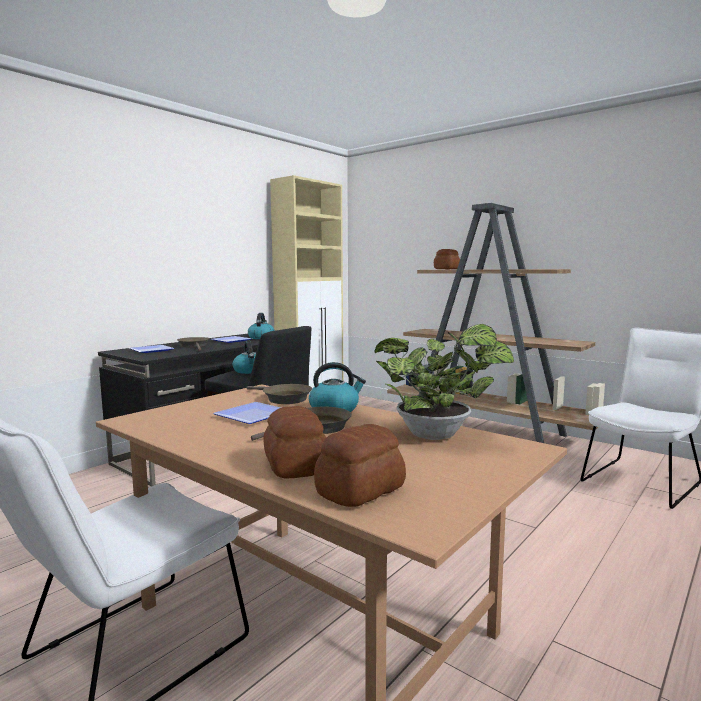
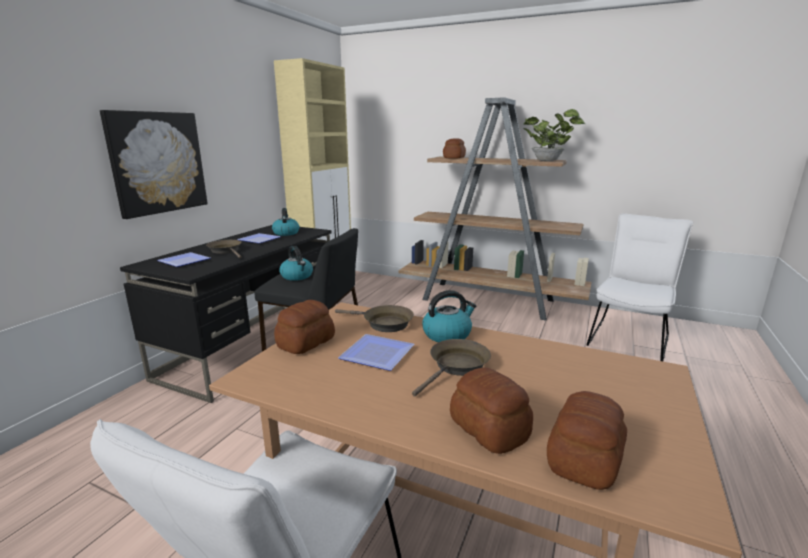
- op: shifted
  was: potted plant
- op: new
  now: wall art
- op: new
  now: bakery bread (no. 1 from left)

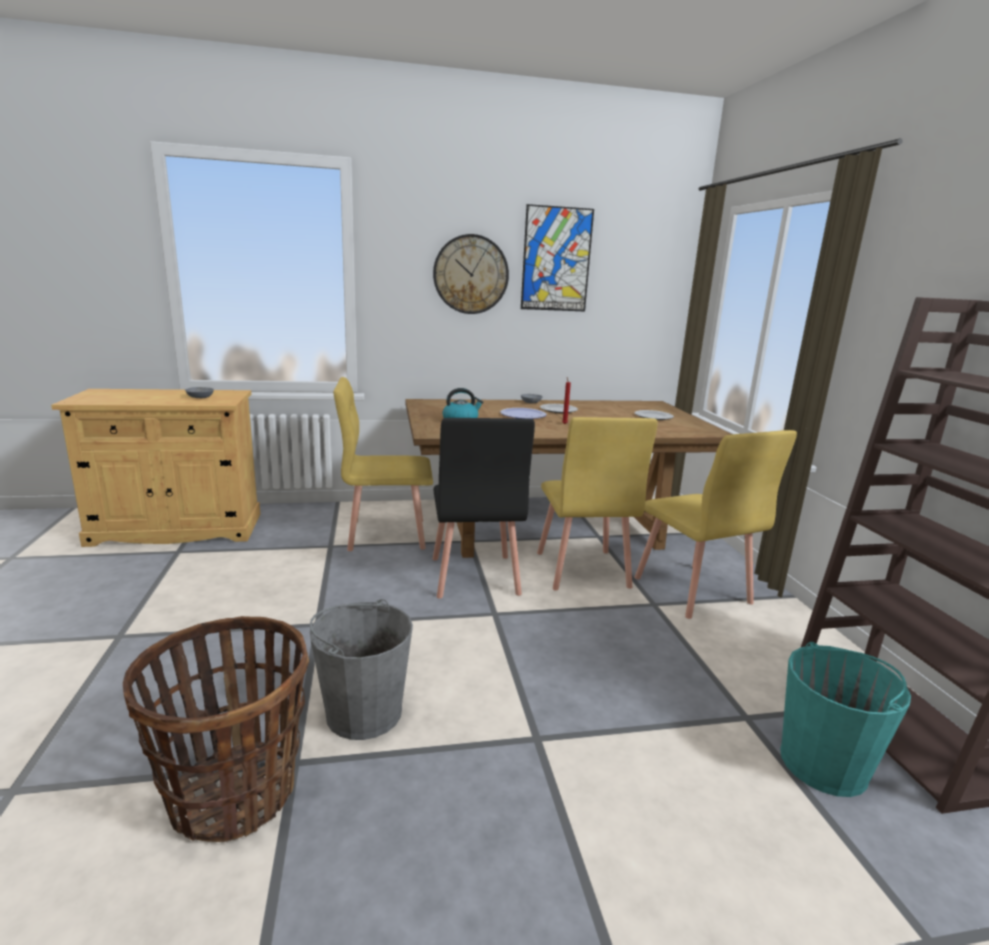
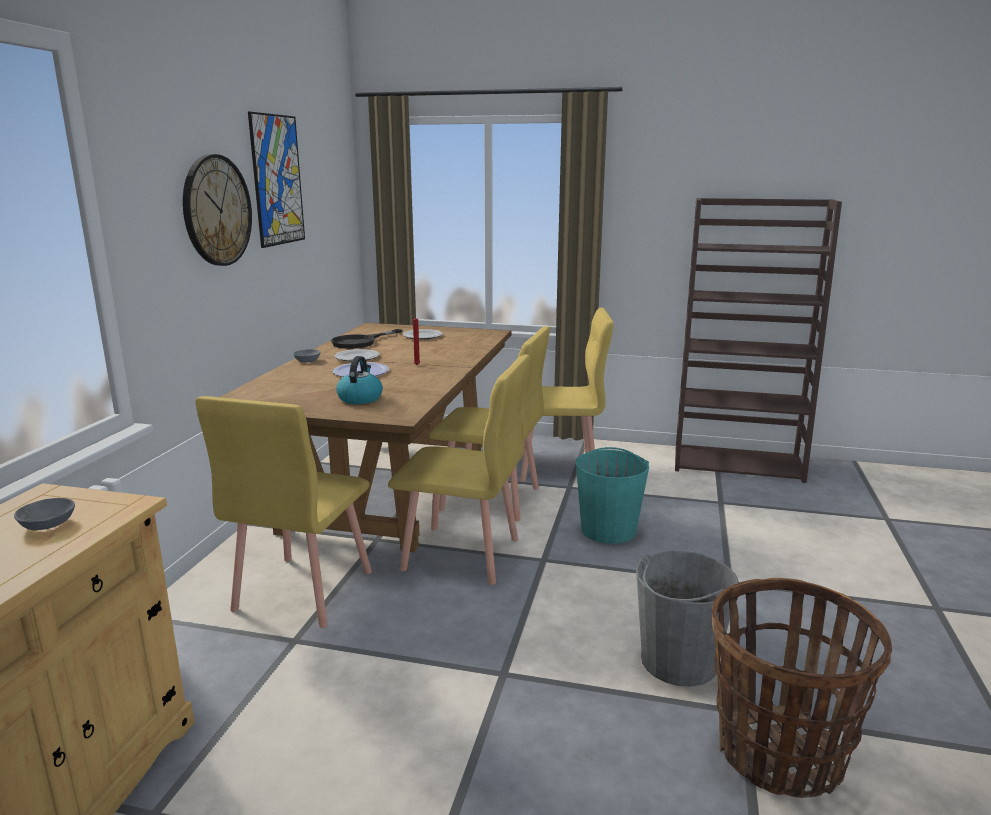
- op: repainted
  was: blackish chair
  now: yellowish chair (no. 2 from left)
- op: shifted
  was: turquoise-coloured bucket
- op: new
  now: blackish pan

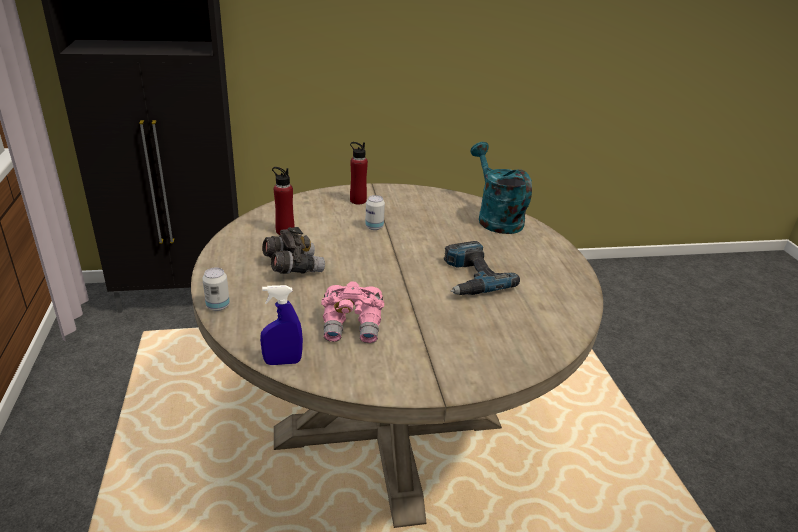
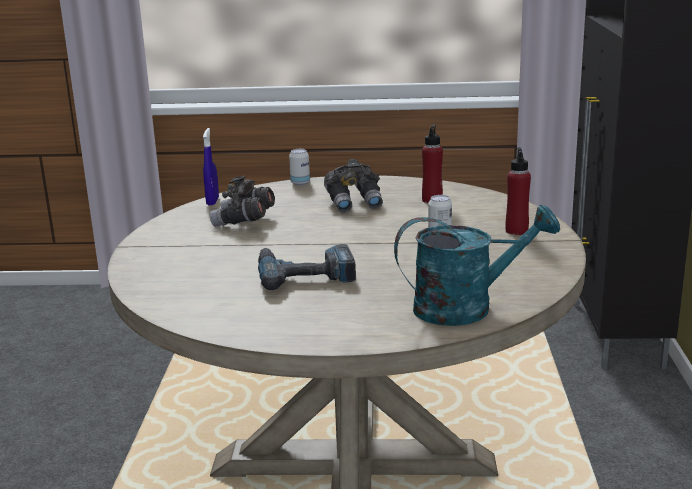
- op: repainted
  was: pink field glasses
  now: grey field glasses (no. 1 from left)

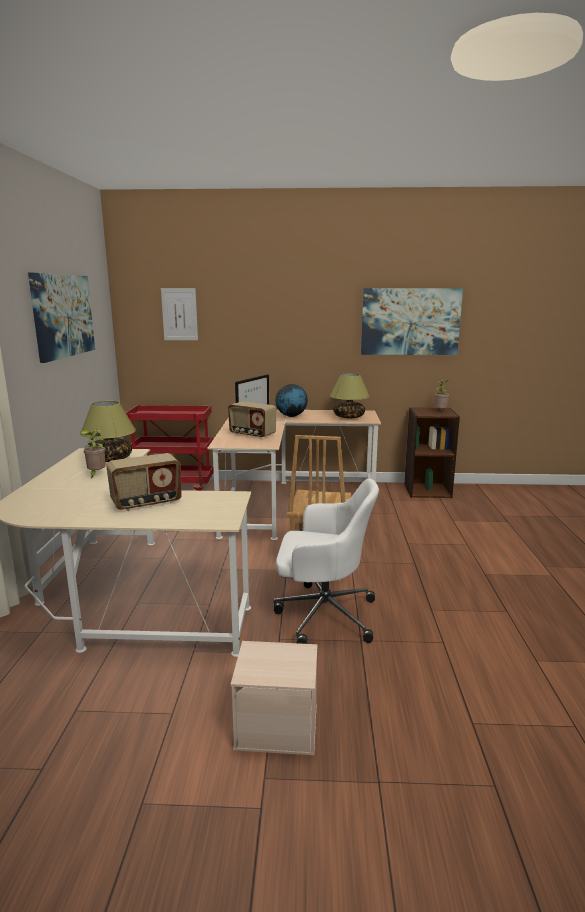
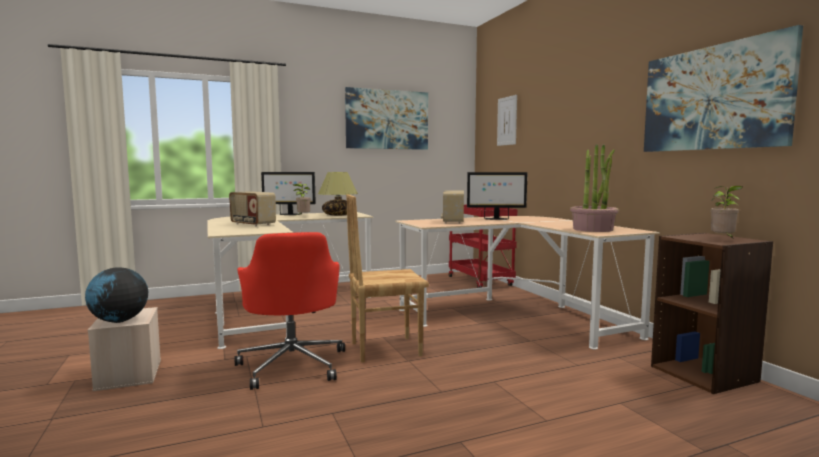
- op: swapped
  was: table lamp (no. 2 from left)
  now: potted plant (no. 2 from left)
- op: shifted
  was: desk globe
- op: repainted
  was: white-coloured computer chair
  now: reddish computer chair
- op: new
  now: computer screen (no. 1 from left)

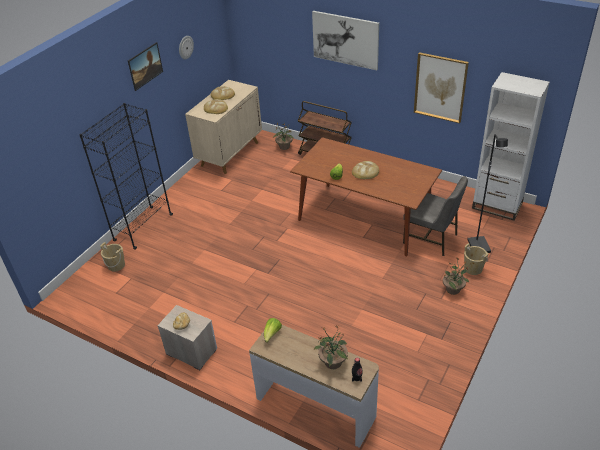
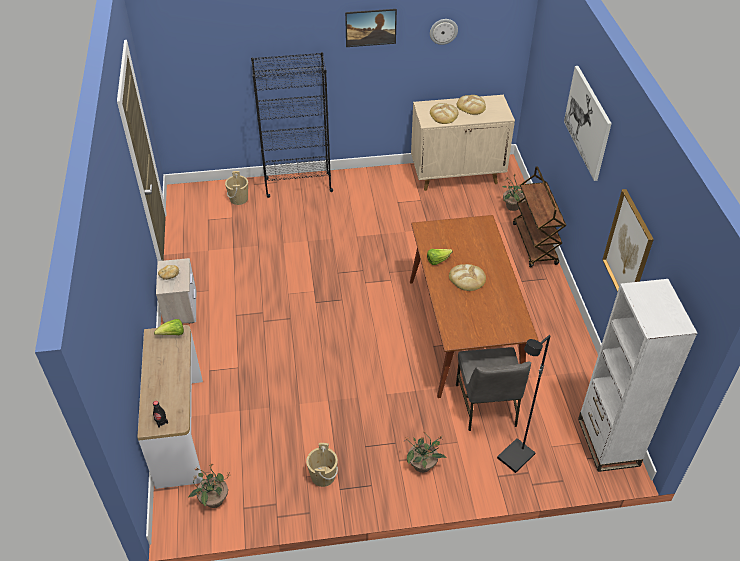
- op: shifted
  was: beige bucket (no. 2 from left)
- op: shifted
  was: potted plant (no. 2 from left in the first image)
  now: potted plant (no. 1 from left)

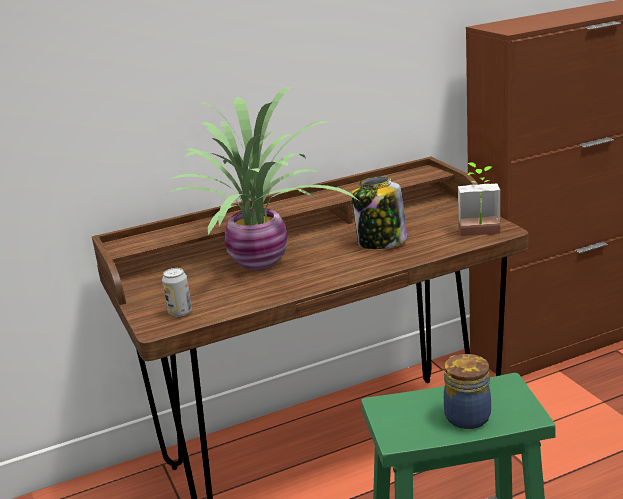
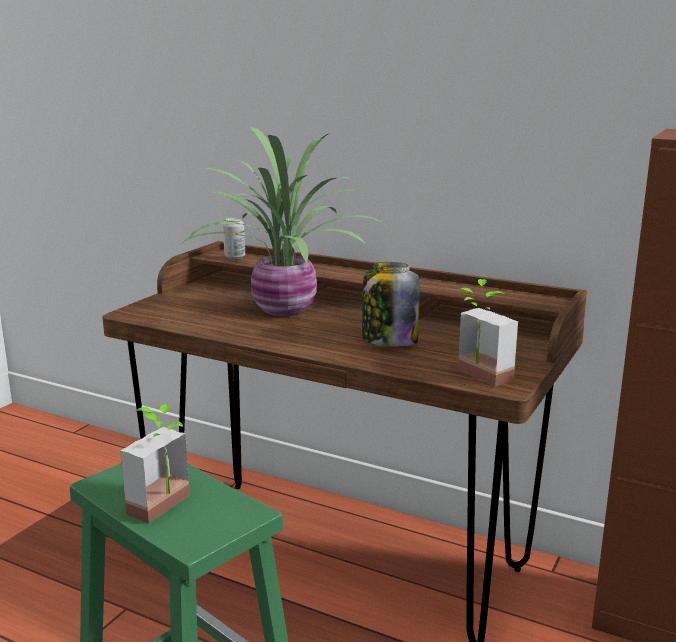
- op: shifted
  was: metal can
- op: swapped
  was: preserve jar (no. 2 from left)
  now: potted plant (no. 1 from left)

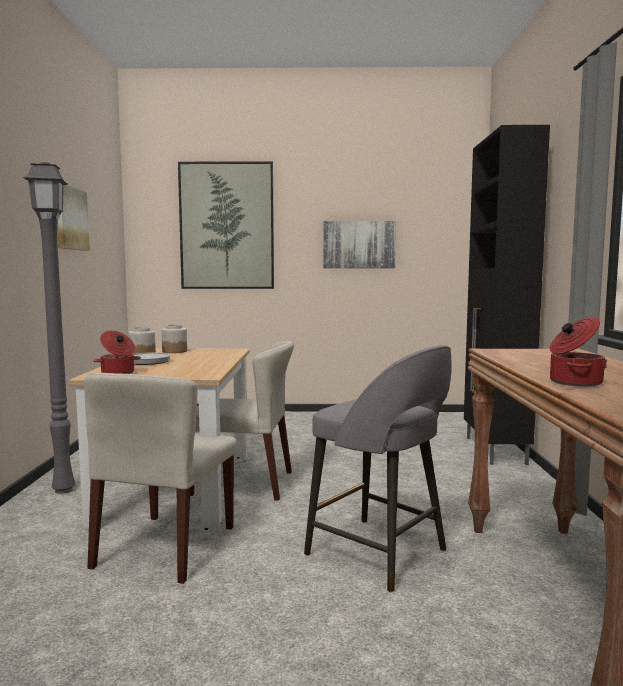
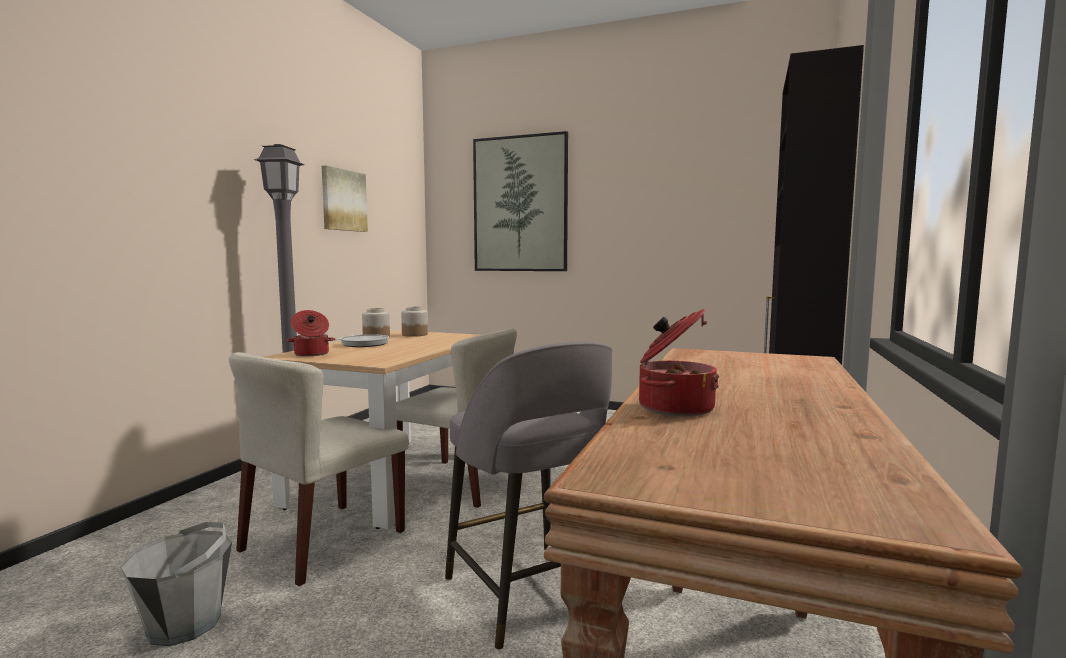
- op: gone
  was: wall art (no. 3 from left)
- op: new
  now: grey bucket

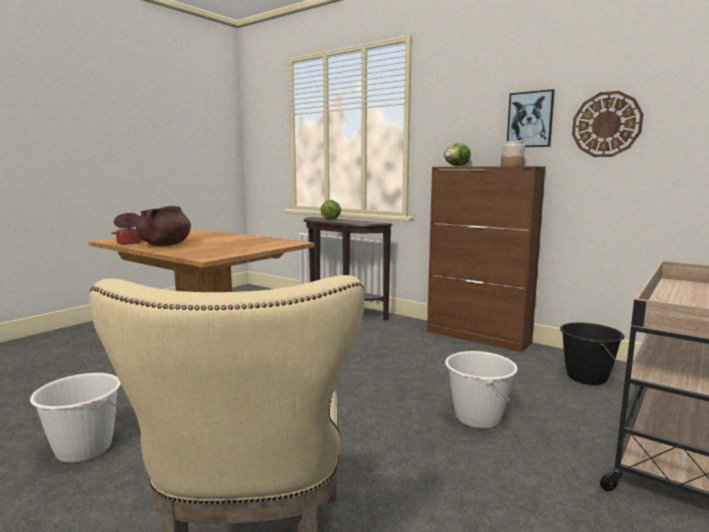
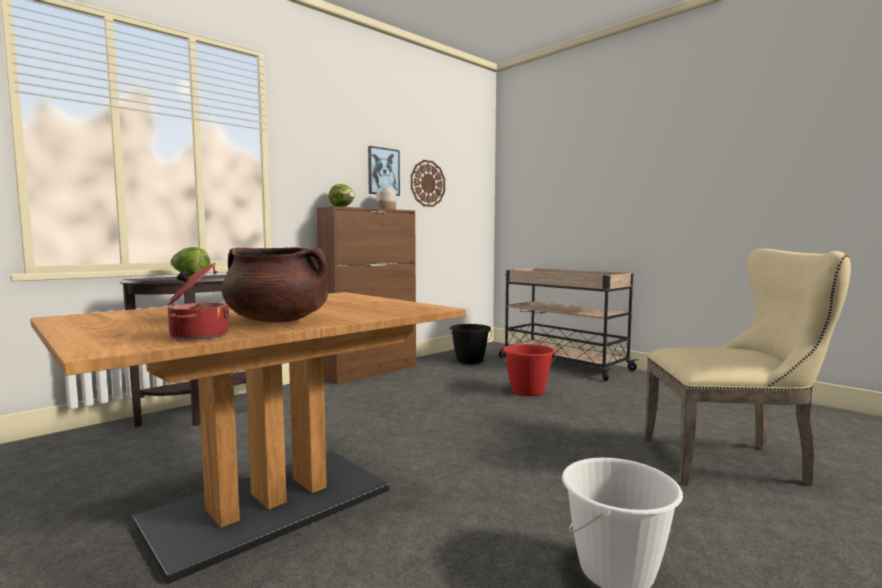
- op: repainted
  was: white-coloured bucket (no. 2 from left)
  now: reddish bucket

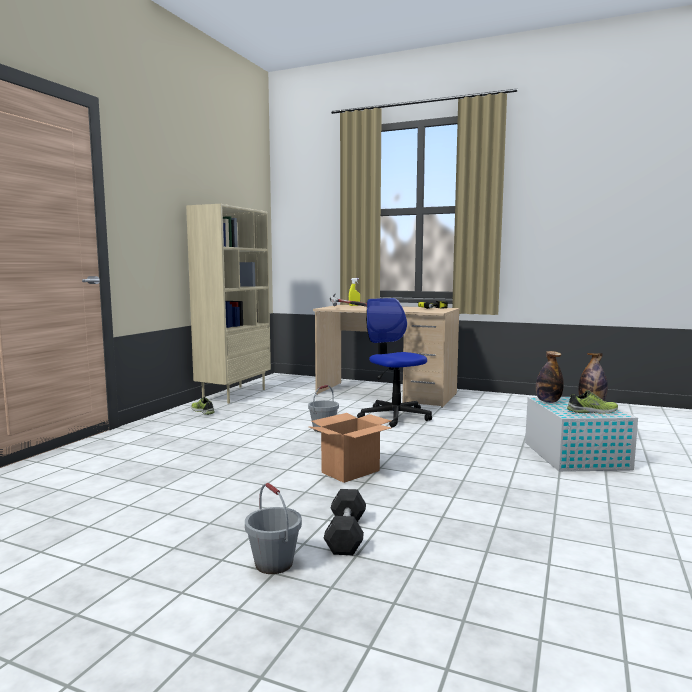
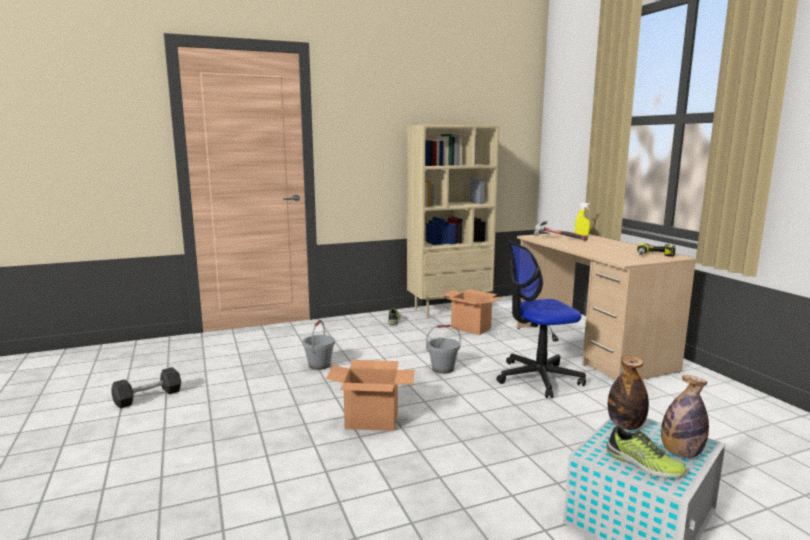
- op: rotated
  was: computer chair
  clockwise: -120
- op: shifted
  was: grey bucket (no. 1 from left)
- op: shifted
  was: blackish free weight
- op: new
  now: carton (no. 2 from left)

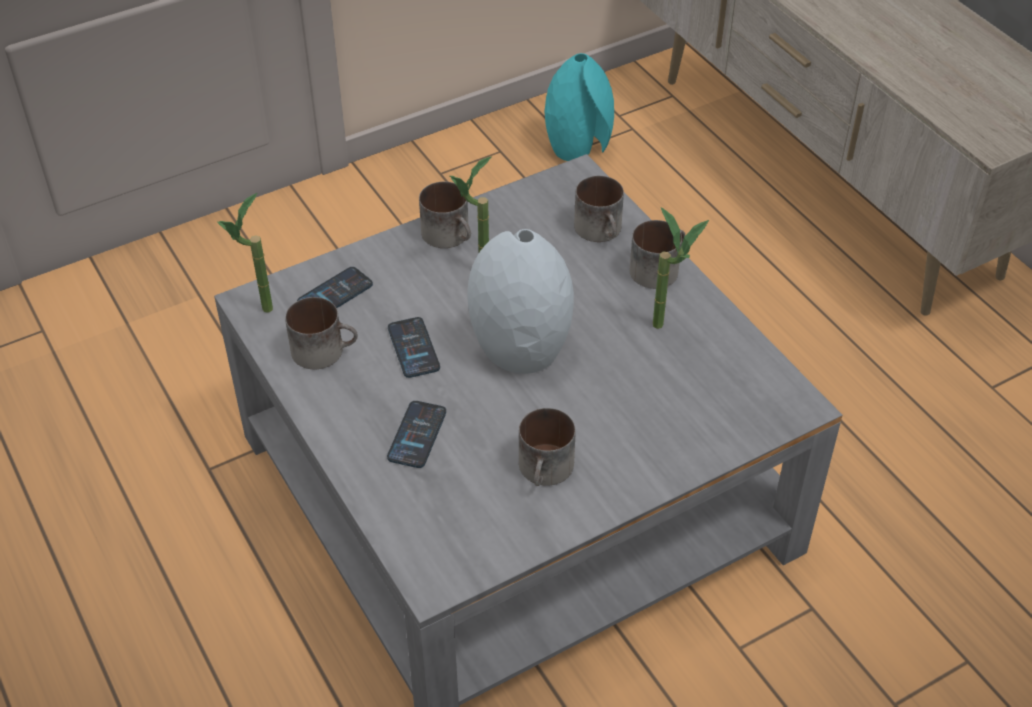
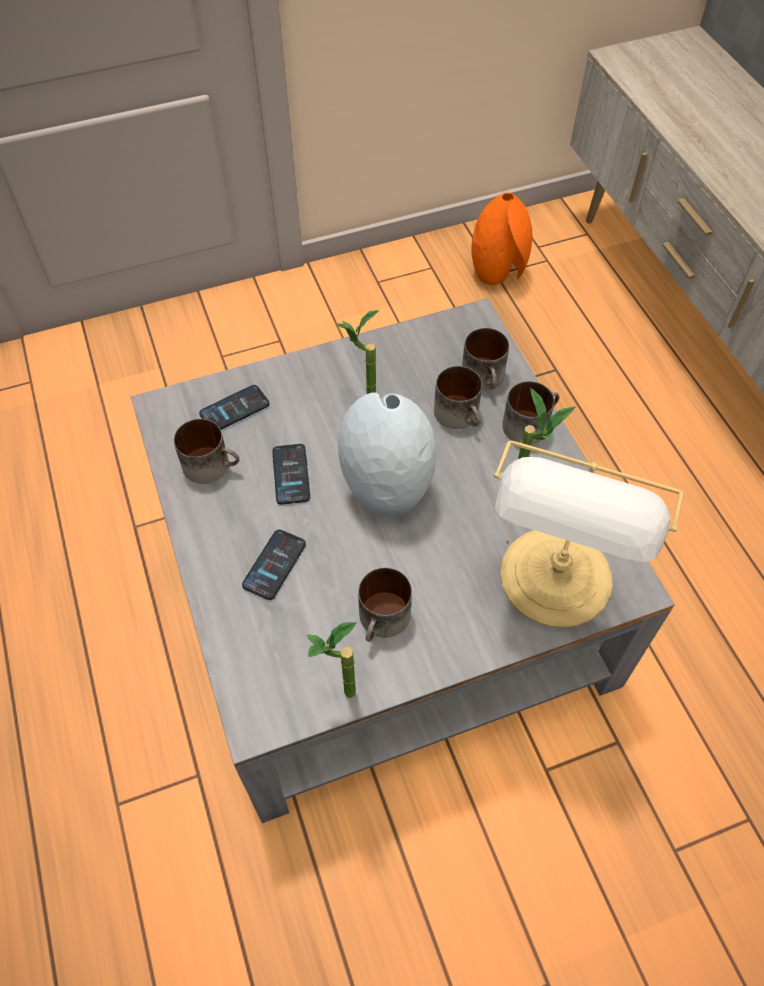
- op: repainted
  was: turquoise-coloured vase
  now: orange vase
- op: shifted
  was: mug (no. 2 from left in the first image)
  now: mug (no. 3 from left)
- op: shifted
  was: potted plant (no. 1 from left)
- op: new
  now: table lamp

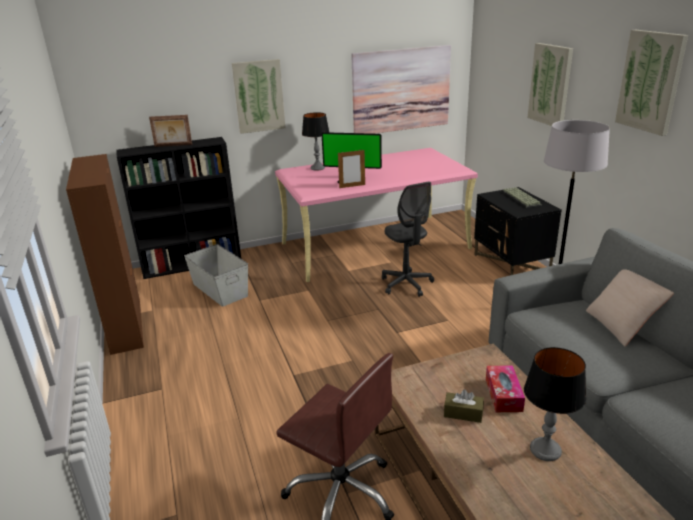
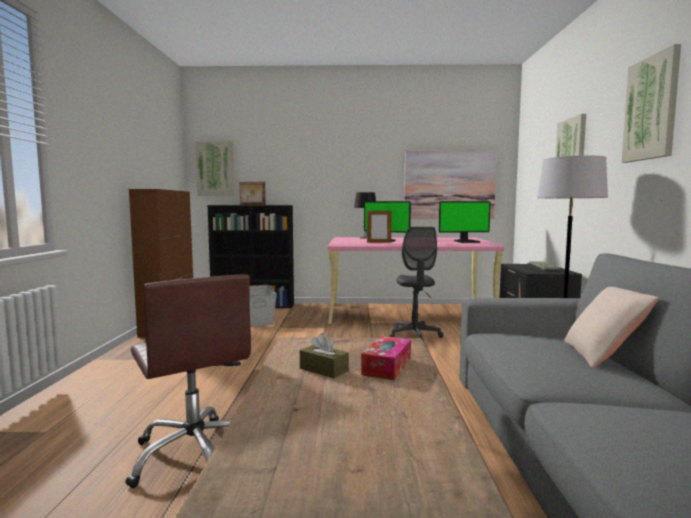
- op: shifted
  was: wall art (no. 1 from left)
- op: gone
  was: table lamp (no. 2 from left)
- op: new
  now: computer screen (no. 2 from left)

